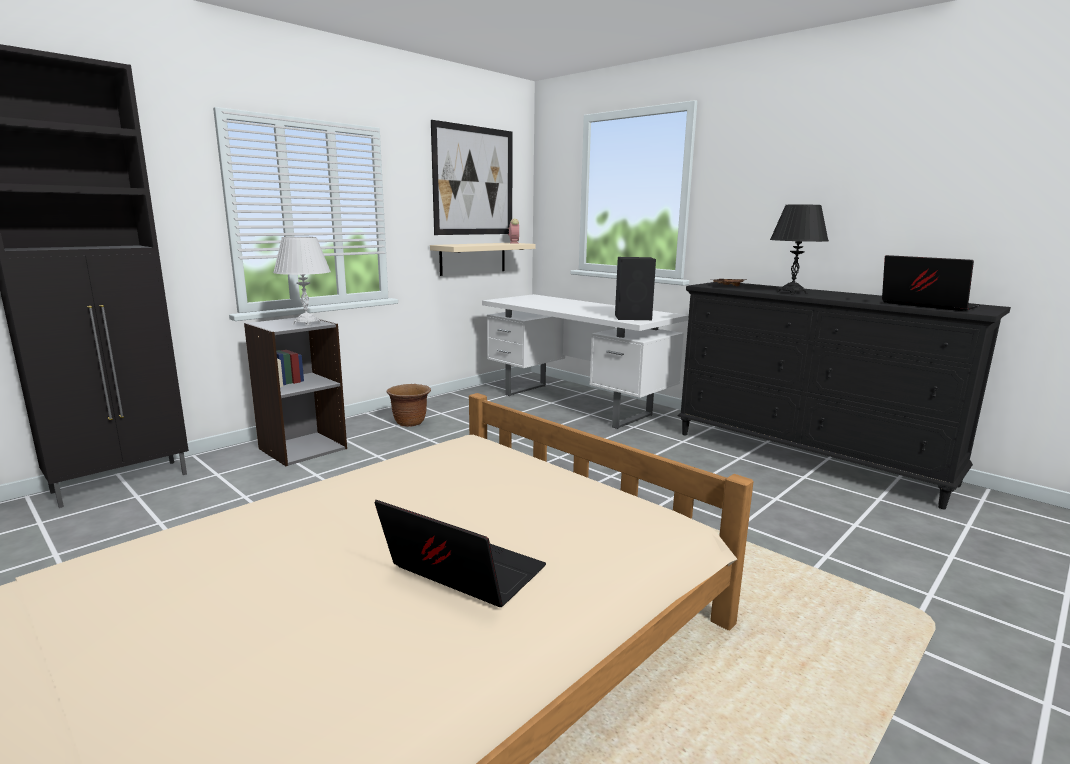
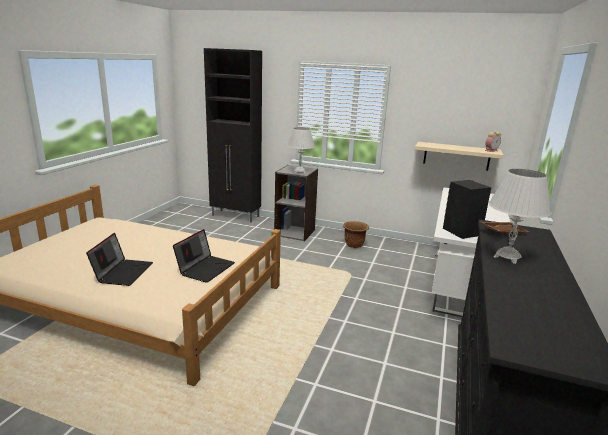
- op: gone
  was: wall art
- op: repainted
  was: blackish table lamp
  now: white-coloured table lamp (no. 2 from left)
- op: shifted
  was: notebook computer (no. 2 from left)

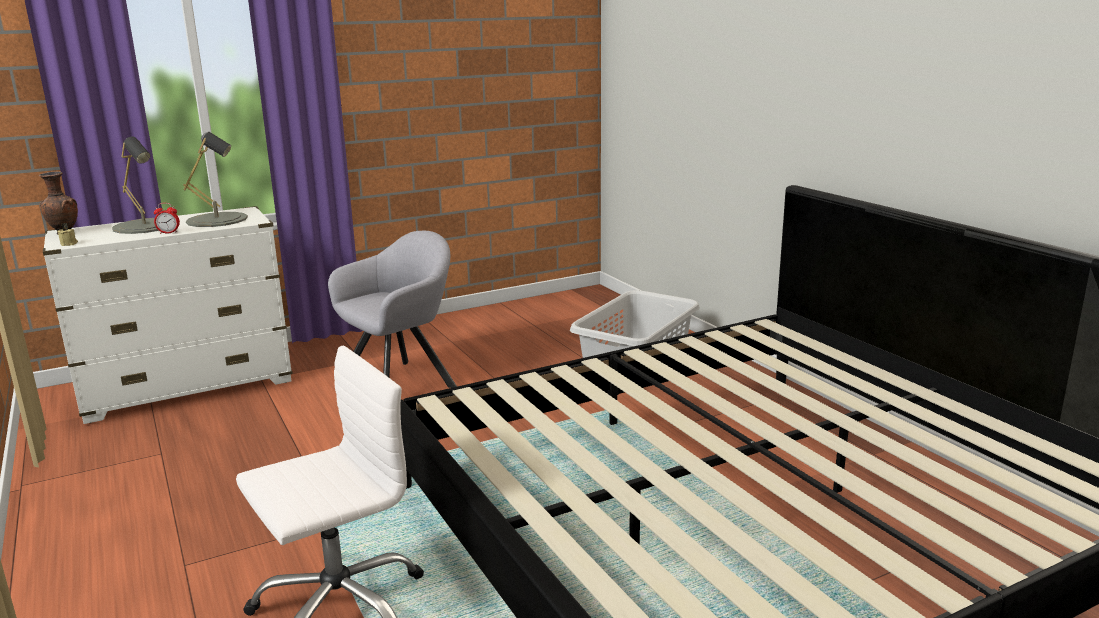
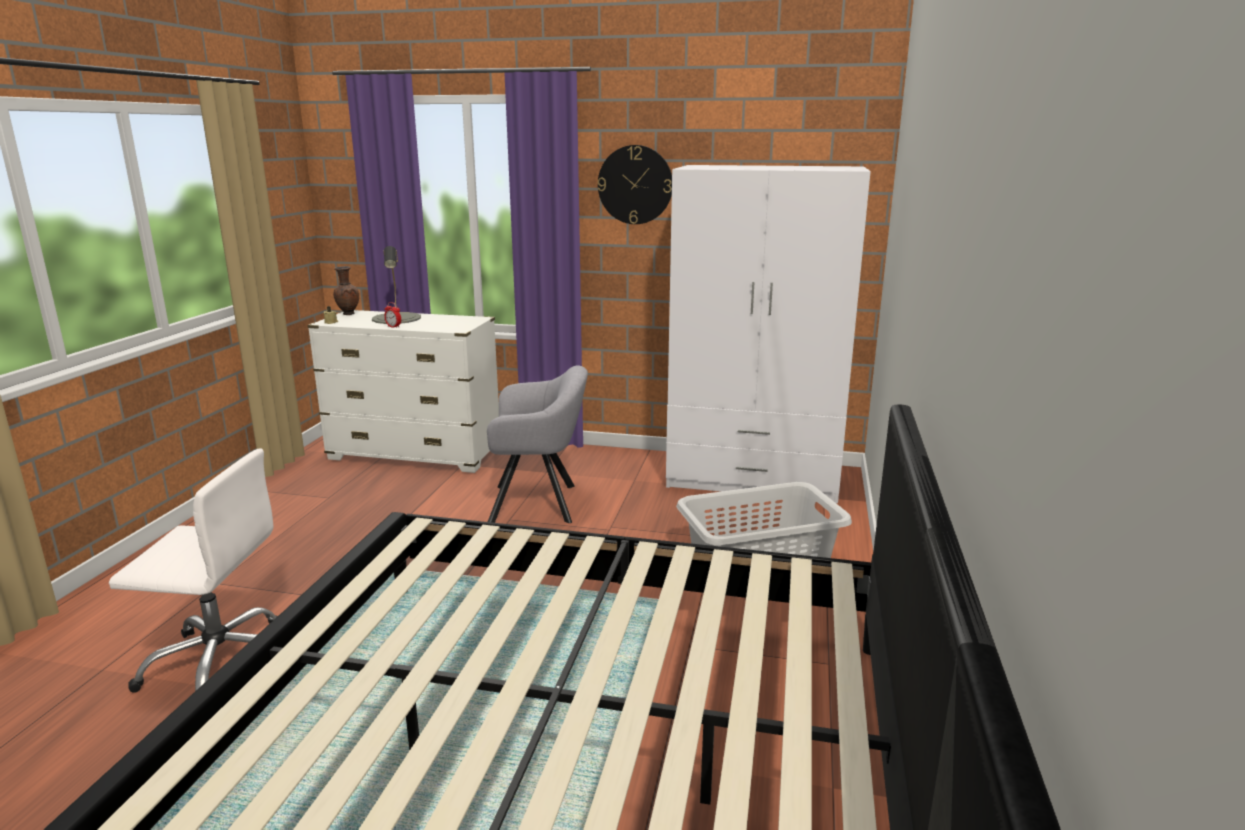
- op: gone
  was: grey table lamp (no. 2 from left)
- op: new
  now: hanging clock
- op: new
  now: white-coloured wardrobe

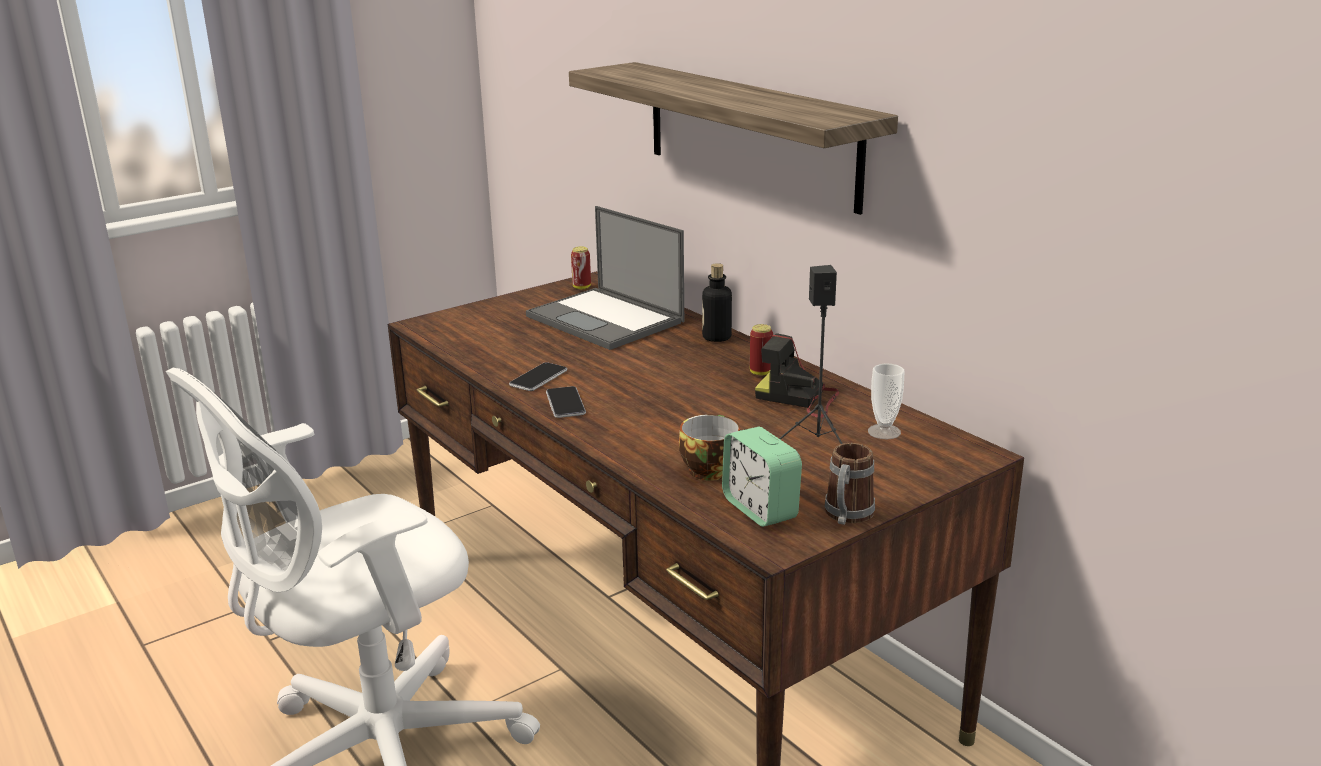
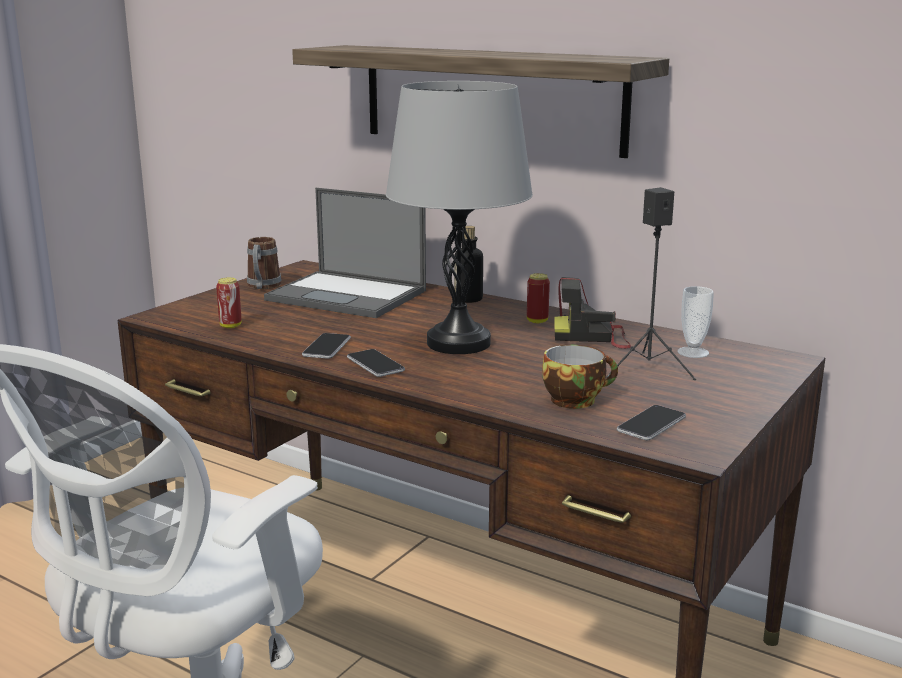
- op: shifted
  was: metal can (no. 1 from left)
- op: swapped
  was: bedside clock
  now: telephone (no. 3 from left)
- op: shifted
  was: mug
- op: new
  now: grey table lamp

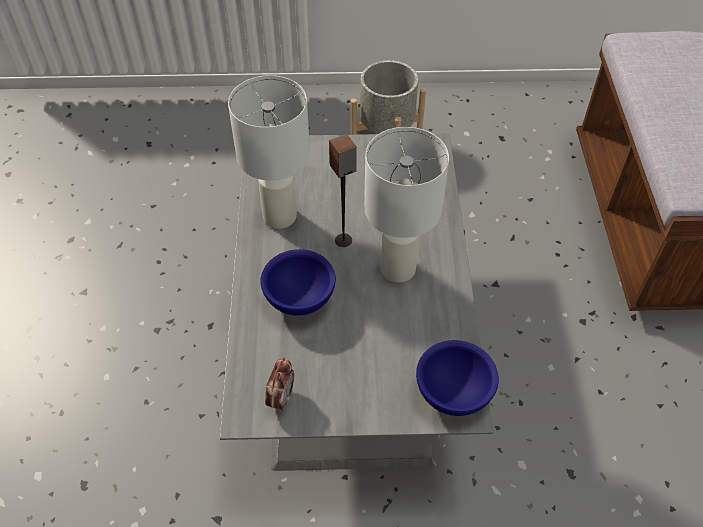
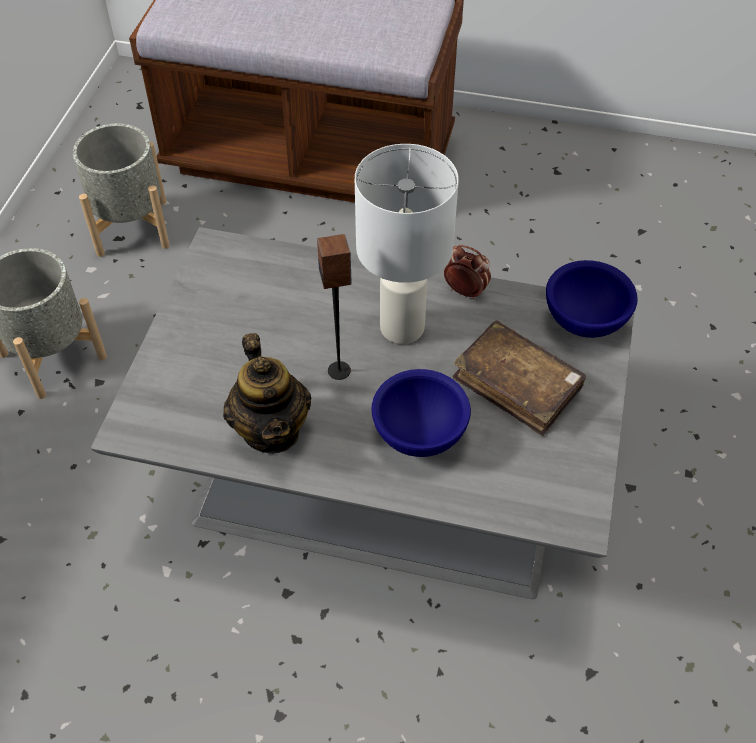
- op: swapped
  was: white-coloured table lamp (no. 1 from left)
  now: pot for tea
- op: shifted
  was: bedside clock
- op: new
  now: grey flower pot (no. 2 from left)
- op: new
  now: brownish bound book

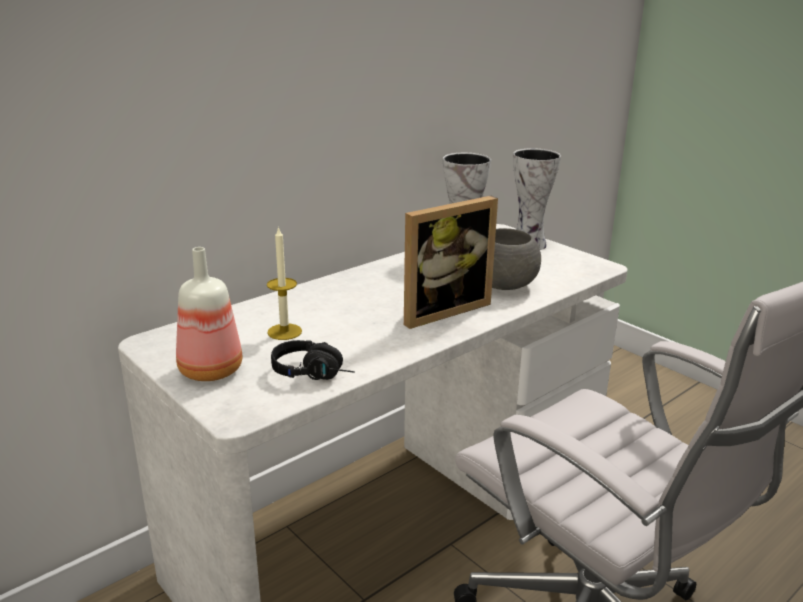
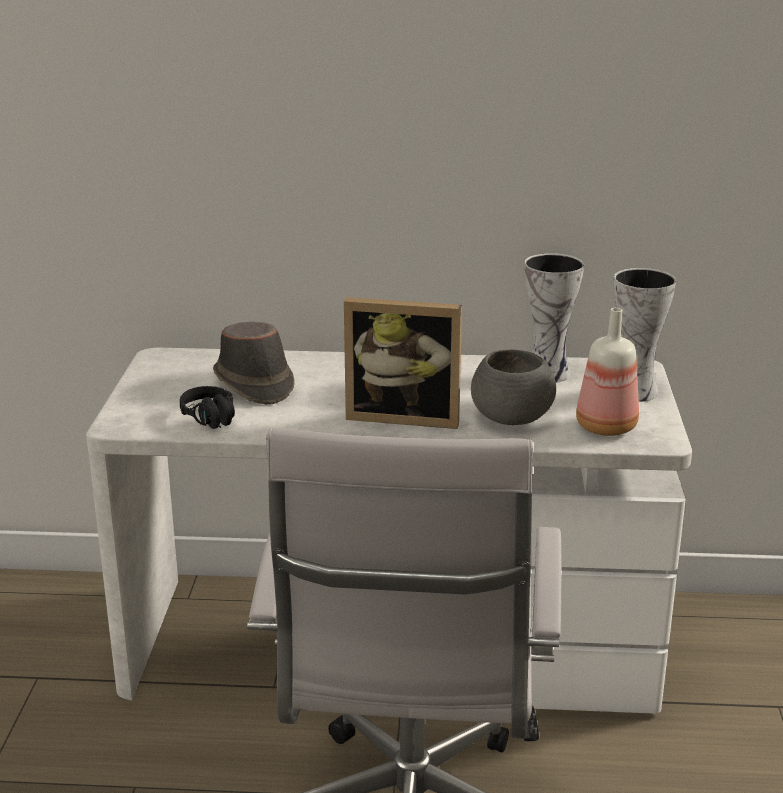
- op: swapped
  was: candle
  now: brownish hat
- op: shifted
  was: bottle

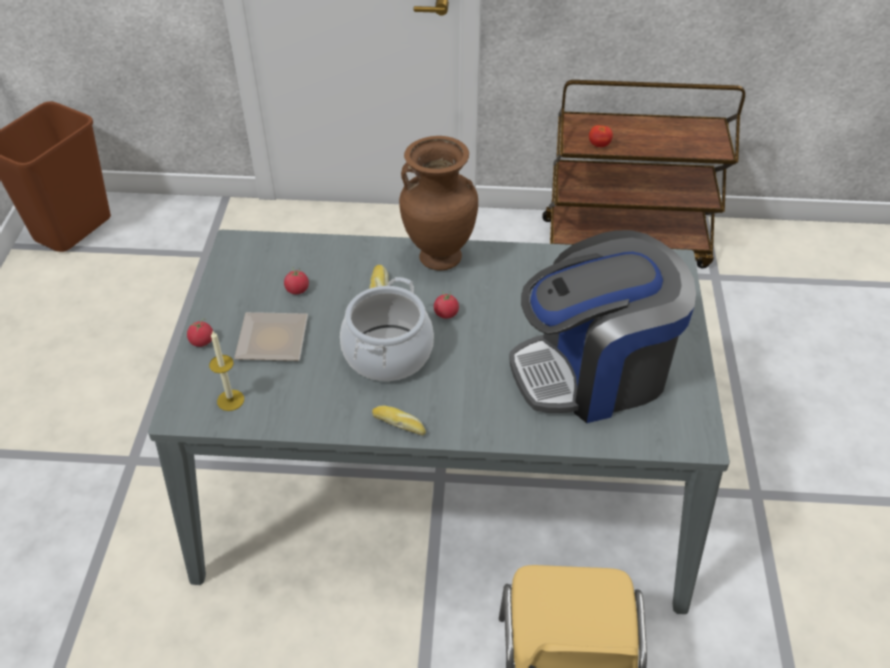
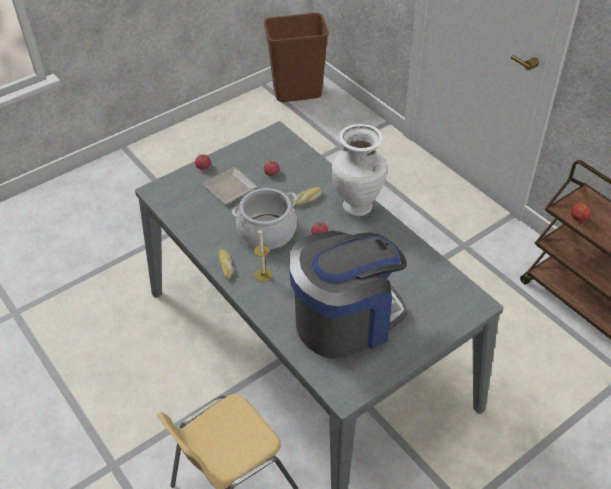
- op: repainted
  was: brownish vase
  now: white-coloured vase
- op: rotated
  was: coffee machine
  clockwise: 120
- op: shifted
  was: candle

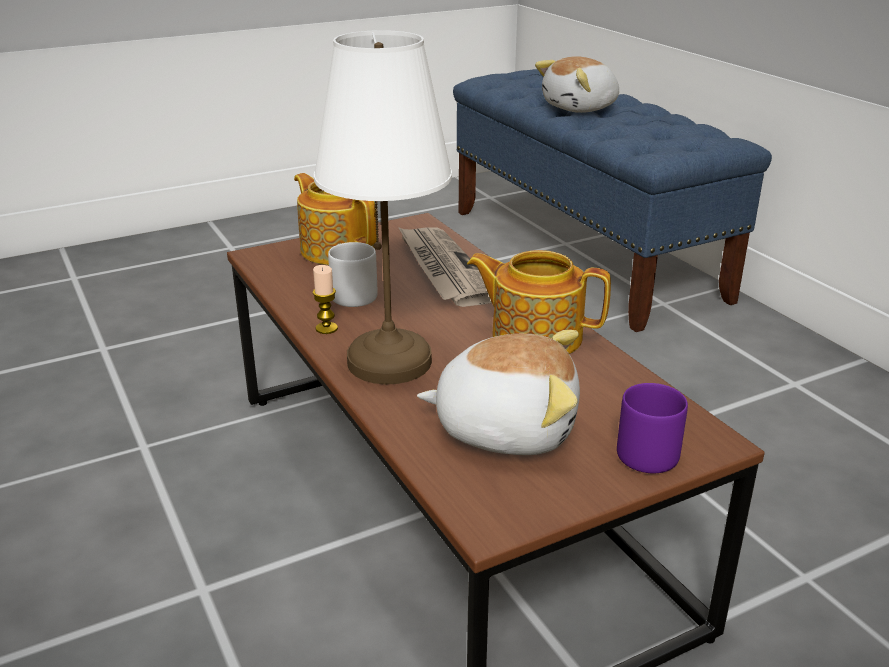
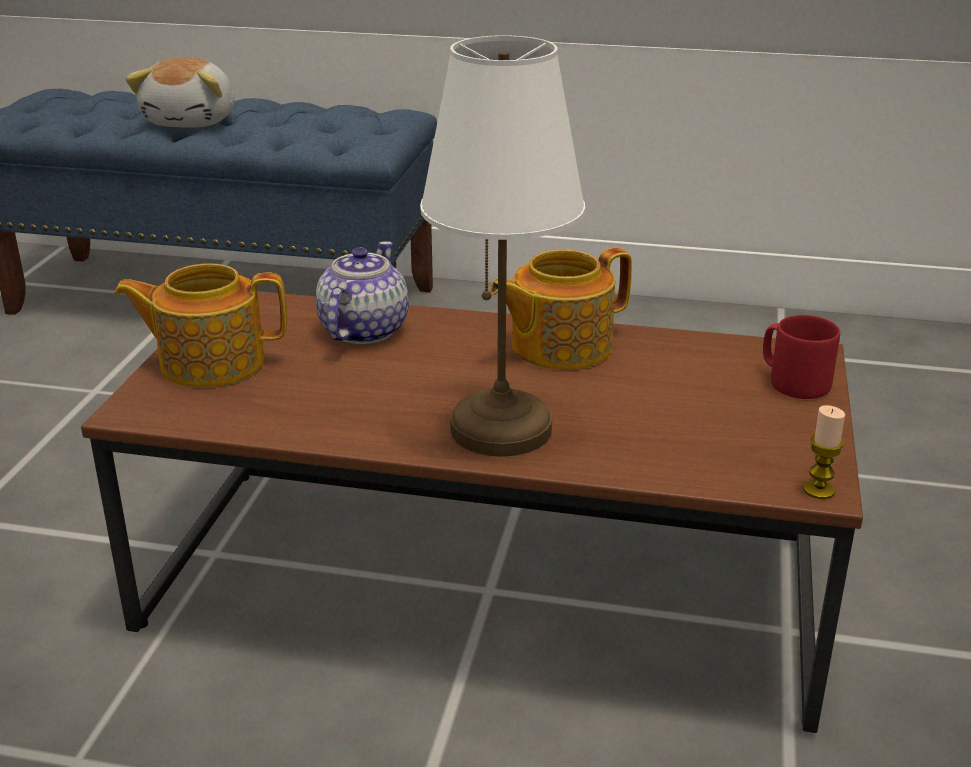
- op: swapped
  was: newspaper
  now: pot for tea (no. 2 from left)
- op: gone
  was: grey mug
- op: shifted
  was: candle
- op: gone
  was: cuddly toy (no. 1 from left)
- op: repainted
  was: purple mug
  now: reddish mug

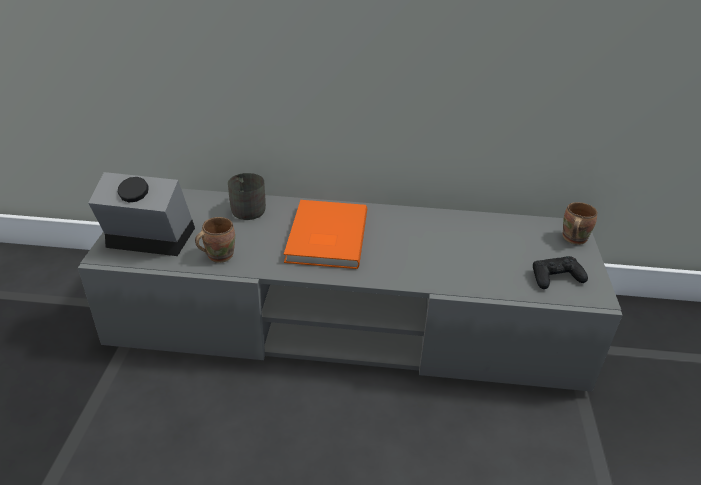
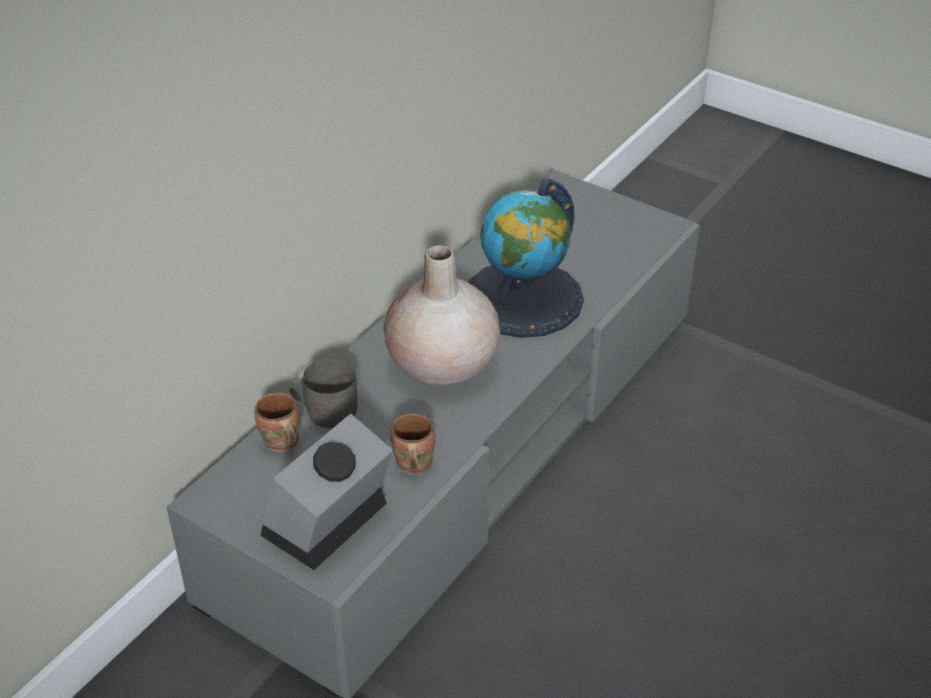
- op: swapped
  was: orange bound book
  now: beige vase
- op: shifted
  was: brownish mug (no. 2 from left in the first image)
  now: brownish mug (no. 1 from left)
- op: gone
  was: blackish joypad
- op: new
  now: desk globe

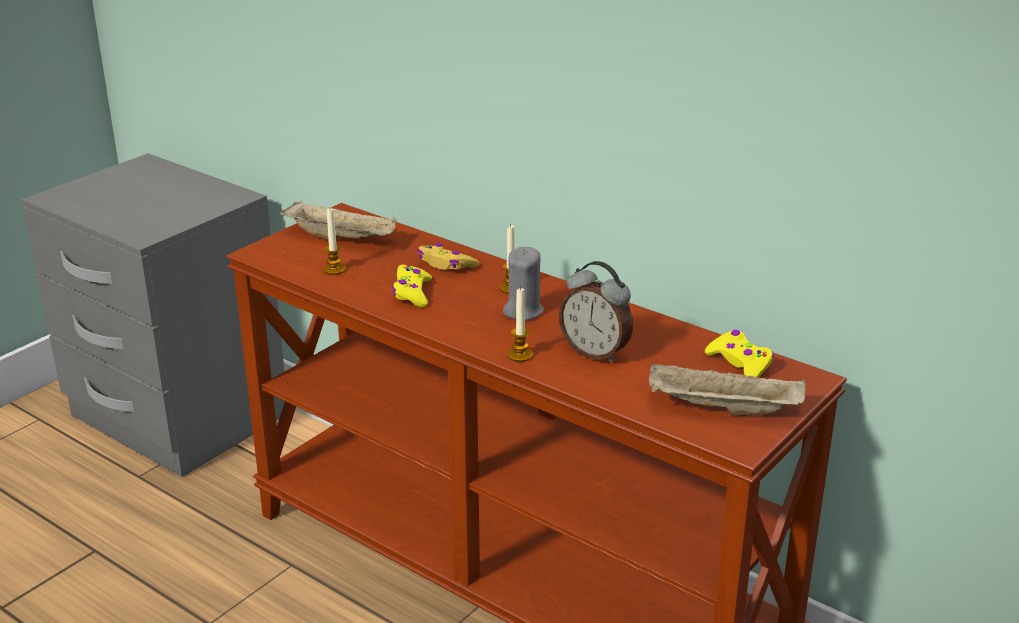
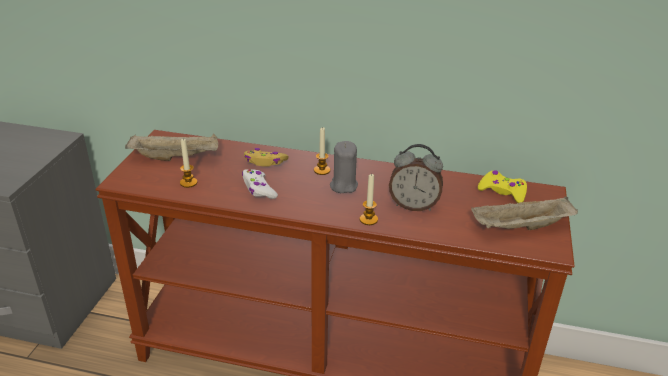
- op: repainted
  was: yellowish joypad (no. 1 from left)
  now: white-coloured joypad

